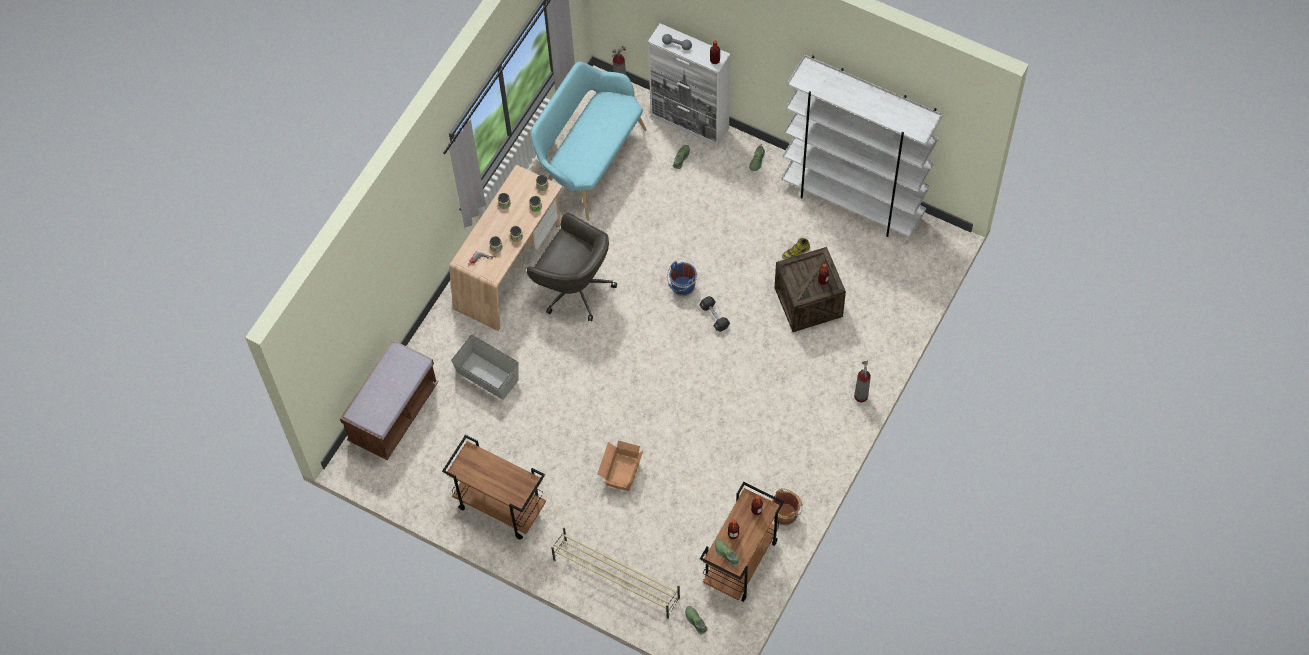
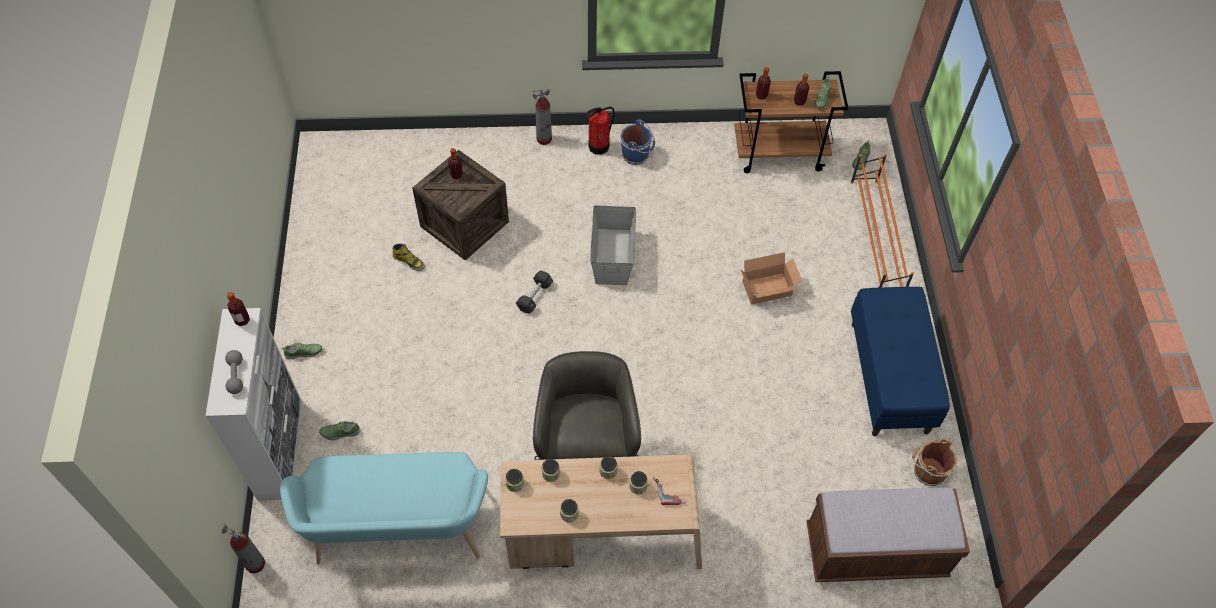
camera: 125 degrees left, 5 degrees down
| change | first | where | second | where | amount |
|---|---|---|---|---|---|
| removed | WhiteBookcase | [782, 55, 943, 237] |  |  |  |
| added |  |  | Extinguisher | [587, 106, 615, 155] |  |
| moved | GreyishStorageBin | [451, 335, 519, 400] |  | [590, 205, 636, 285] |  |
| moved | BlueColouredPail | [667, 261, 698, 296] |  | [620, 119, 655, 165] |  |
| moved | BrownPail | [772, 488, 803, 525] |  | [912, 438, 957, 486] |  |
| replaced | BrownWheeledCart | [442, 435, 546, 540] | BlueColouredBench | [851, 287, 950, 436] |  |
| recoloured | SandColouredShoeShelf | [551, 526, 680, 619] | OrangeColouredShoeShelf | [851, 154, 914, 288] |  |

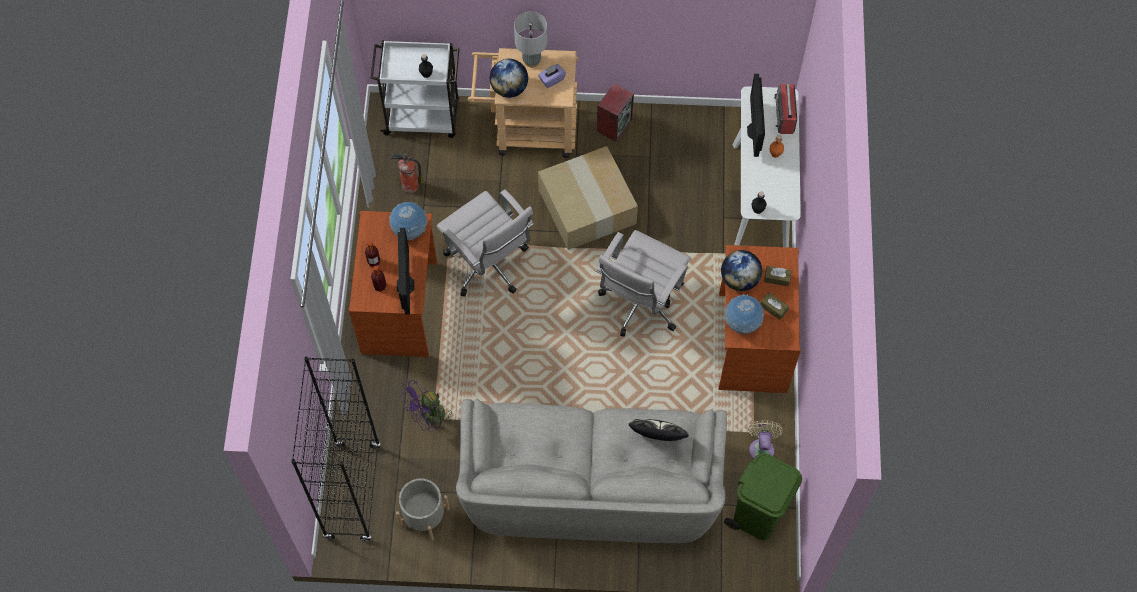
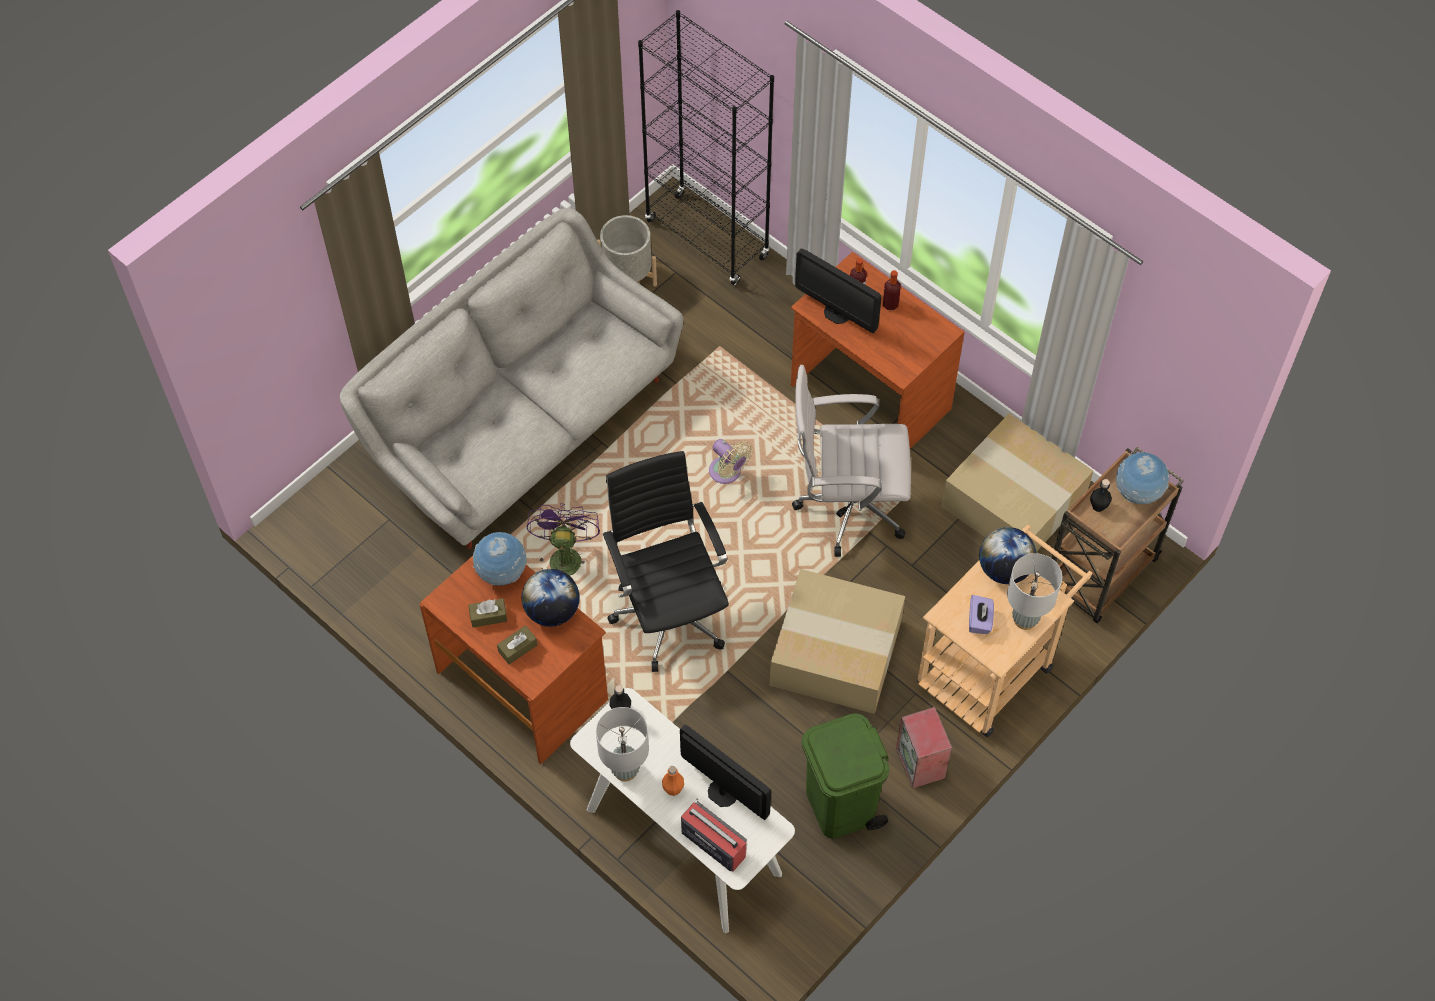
camera: 130 degrees right, 5 degrees down
| change | first | where | second | where | amount |
|---|---|---|---|---|---|
| removed | ThrowPillow | [629, 419, 689, 441] |  |  |  |
| added |  |  | GreyishLampForATable | [596, 707, 649, 782] |  |
| moved | Globe | [389, 202, 428, 240] |  | [1116, 452, 1169, 504] |  |
| moved | PurpleColouredCoolingFan | [400, 380, 452, 432] |  | [527, 503, 600, 576] |  |
| moved | GreenishTrashCan | [724, 453, 802, 540] |  | [801, 713, 890, 839] |  |
| moved | SandColouredCoolingFan | [748, 420, 783, 459] |  | [709, 439, 753, 484] |  |
| replaced | Extinguisher | [390, 153, 423, 193] | Carton | [941, 413, 1093, 552] |  |
| recoloured | WhiteWheeledCart | [371, 40, 460, 138] | BrownWheeledCart | [1052, 447, 1184, 623] |  |
| recoloured | WhiteOfficeChair | [595, 230, 690, 337] | BlackOfficeChair | [602, 451, 729, 672] |  |

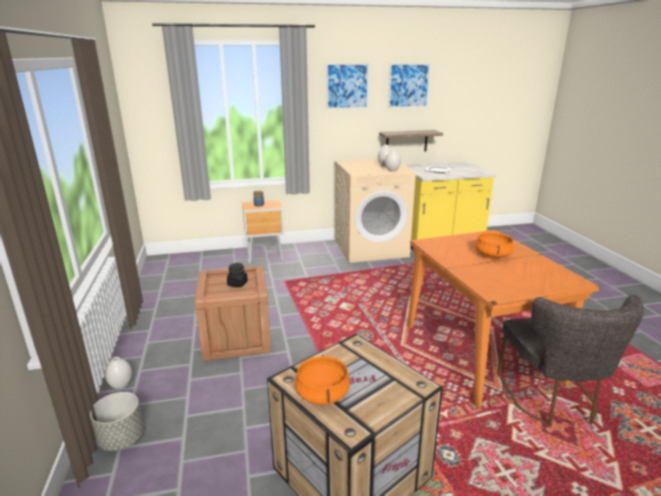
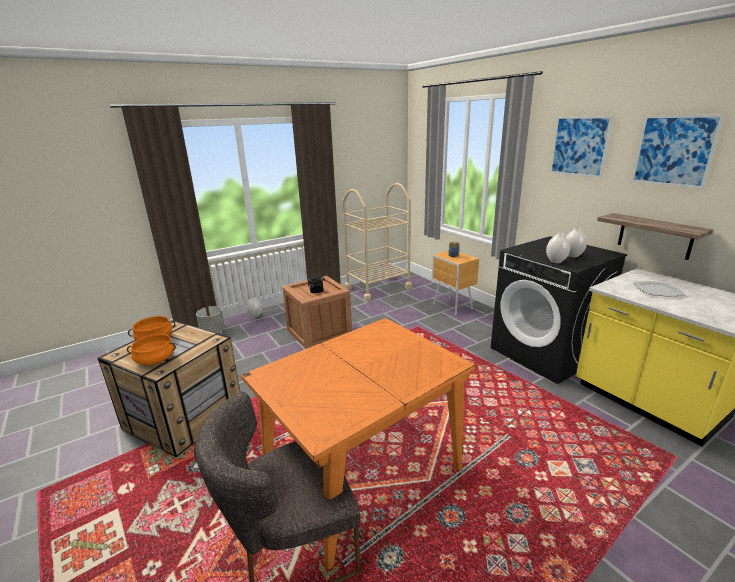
camera: 70 degrees right, 0 degrees up
| change | first | where | second | where | amount |
|---|---|---|---|---|---|
| added |  |  | SandColouredWheeledCart | [343, 183, 412, 301] |  |
| moved | OrangeColouredSaucepot | [475, 232, 514, 258] |  | [127, 334, 176, 365] |  |
| recoloured | SandColouredLaundryMachine | [335, 159, 416, 263] | BlackLaundryMachine | [491, 236, 627, 384] |  |

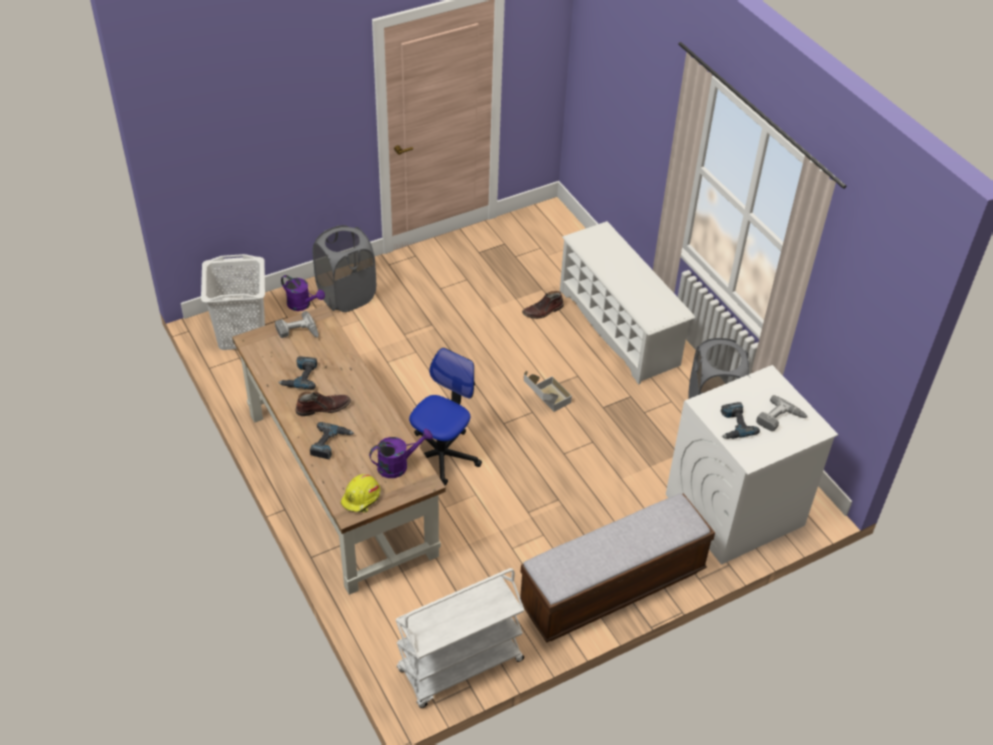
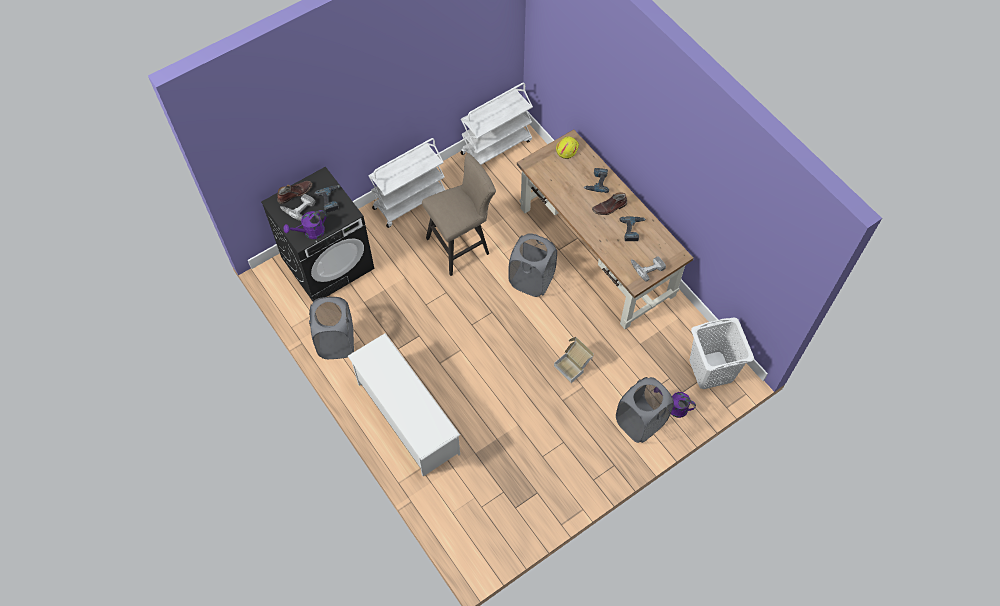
camera: 175 degrees right, 15 degrees up
| change | first | where | second | where | amount |
|---|---|---|---|---|---|
| added |  |  | SandColouredStool | [422, 153, 496, 276] |  |
| moved | PurpleColouredSprinklingCan | [369, 429, 433, 478] |  | [284, 210, 327, 239] |  |
| moved | BrownBoot | [522, 291, 564, 319] |  | [277, 181, 312, 204] |  |
| moved | Carton | [524, 371, 572, 412] |  | [554, 337, 594, 383] |  |
| replaced | OfficeChair | [409, 348, 482, 485] | GreyishWashingBasket | [508, 233, 557, 297] |  |
| replaced | Bench | [520, 493, 715, 643] | WhiteWheeledCart | [369, 138, 445, 228] |  |
| recoloured | WhiteLaundryMachine | [666, 365, 838, 565] | BlackLaundryMachine | [261, 166, 374, 302] |  |

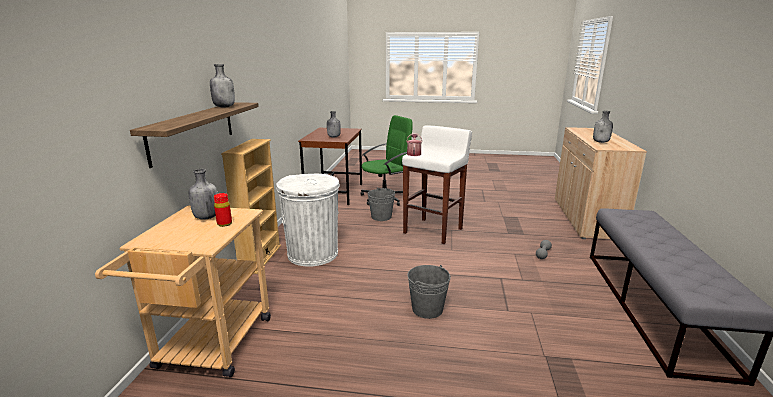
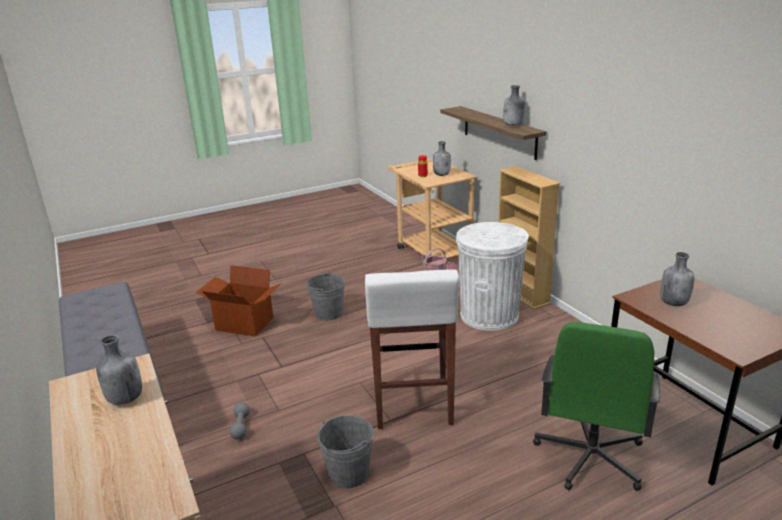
camera: 145 degrees right, 5 degrees up
| change | first | where | second | where | amount |
|---|---|---|---|---|---|
| added |  |  | Carton | [195, 265, 282, 337] |  |
| moved | GreyishPail | [368, 187, 395, 221] |  | [317, 415, 374, 488] |  |

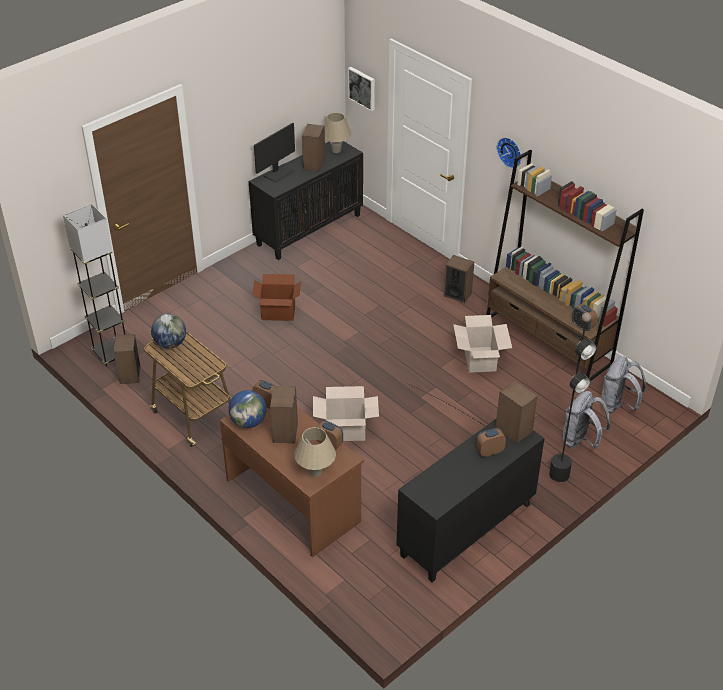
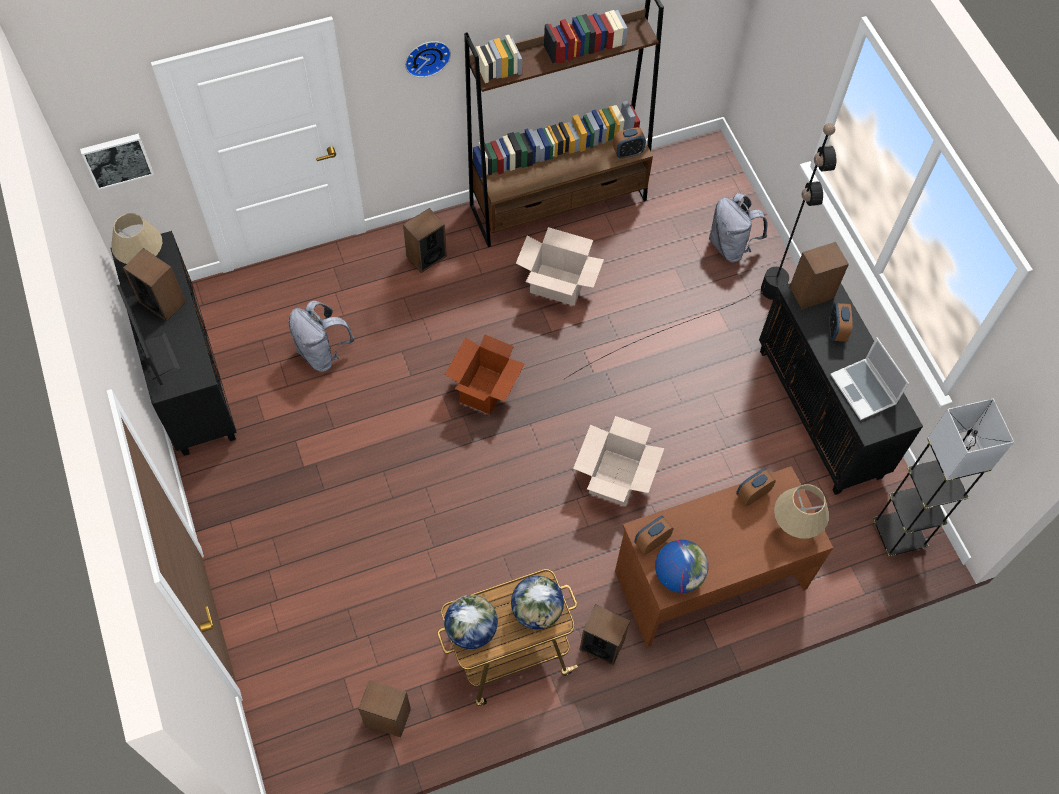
camera: 70 degrees left, 20 degrees up
| change | first | where | second | where | amount |
|---|---|---|---|---|---|
| added |  |  | Globe | [511, 576, 564, 629] |  |
| added |  |  | Laptop | [830, 337, 909, 420] |  |
| moved | GreyishStandingLamp | [63, 204, 125, 367] |  | [873, 399, 1014, 557] |  |
| moved | Carton | [252, 274, 301, 321] |  | [445, 334, 525, 414] |  |
| moved | Speaker | [270, 386, 298, 443] |  | [579, 604, 630, 665] |  |
| moved | GreyishKnapsack | [601, 356, 646, 413] |  | [289, 301, 354, 372] |  |

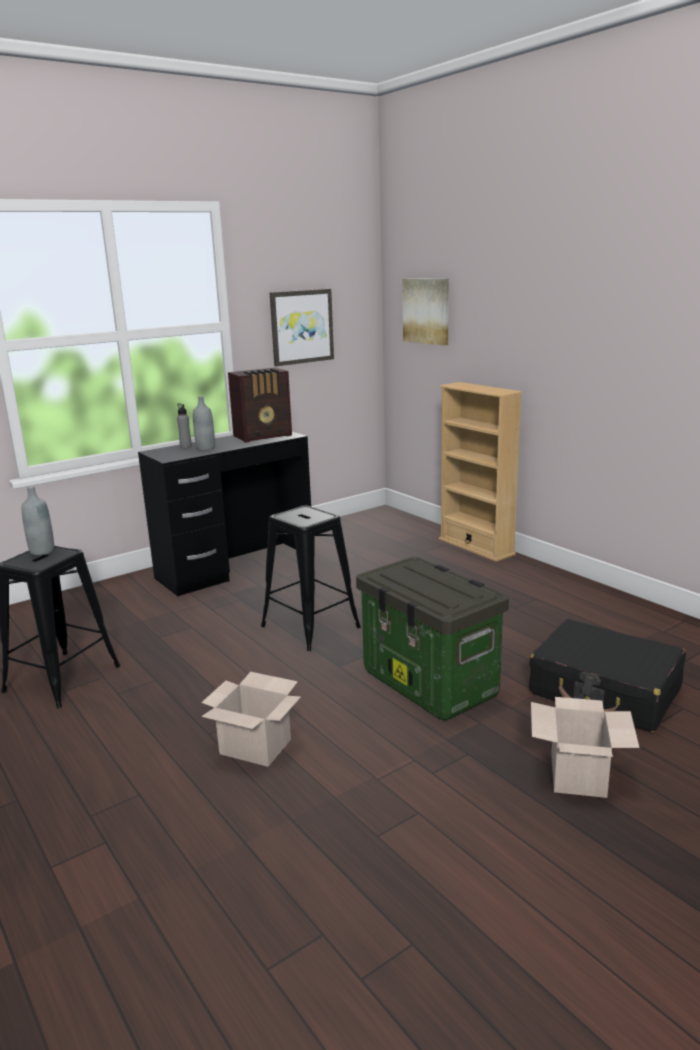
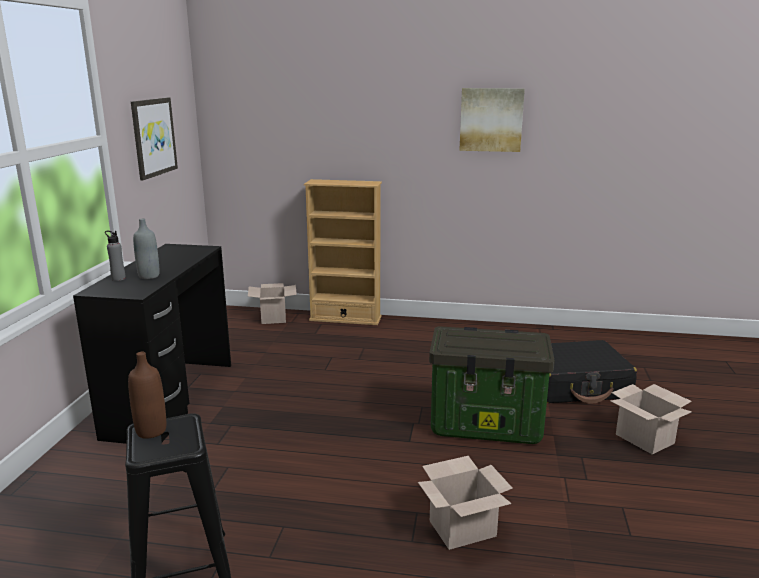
camera: 45 degrees left, 0 degrees up
| change | first | where | second | where | amount |
|---|---|---|---|---|---|
| removed | RadioSet | [228, 368, 292, 443] |  |  |  |
| removed | BlackStool | [261, 506, 361, 651] |  |  |  |
| added |  |  | Carton | [248, 283, 297, 324] |  |
| moved | Picture | [402, 279, 449, 345] |  | [459, 88, 525, 152] |  |
| recoloured | GreyishDrinkBottle | [22, 486, 54, 555] | BrownDrinkBottle | [128, 352, 166, 439] |  |

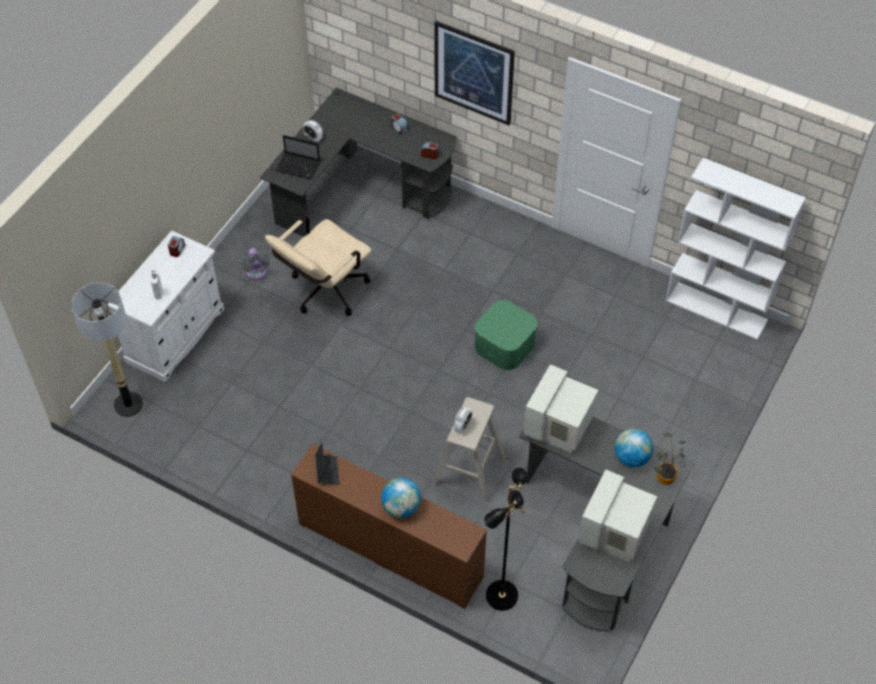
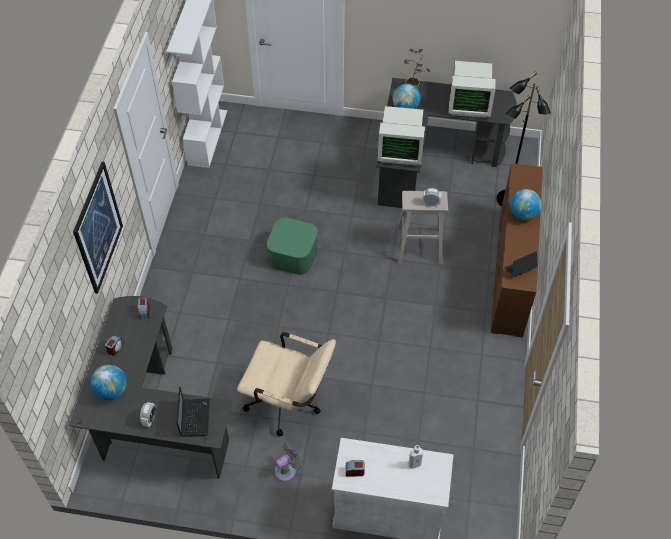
camera: 110 degrees left, 0 degrees up
| change | first | where | second | where | amount |
|---|---|---|---|---|---|
| removed | StandingLamp | [71, 283, 143, 417] |  |  |  |
| added |  |  | Globe | [90, 365, 127, 400] |  |

